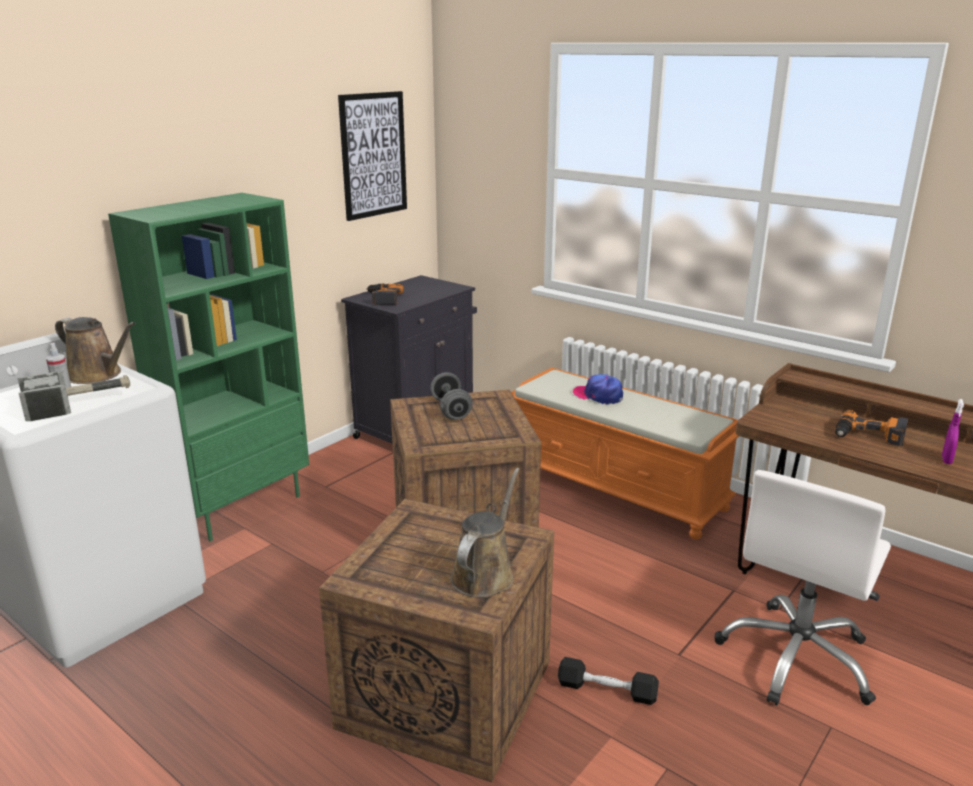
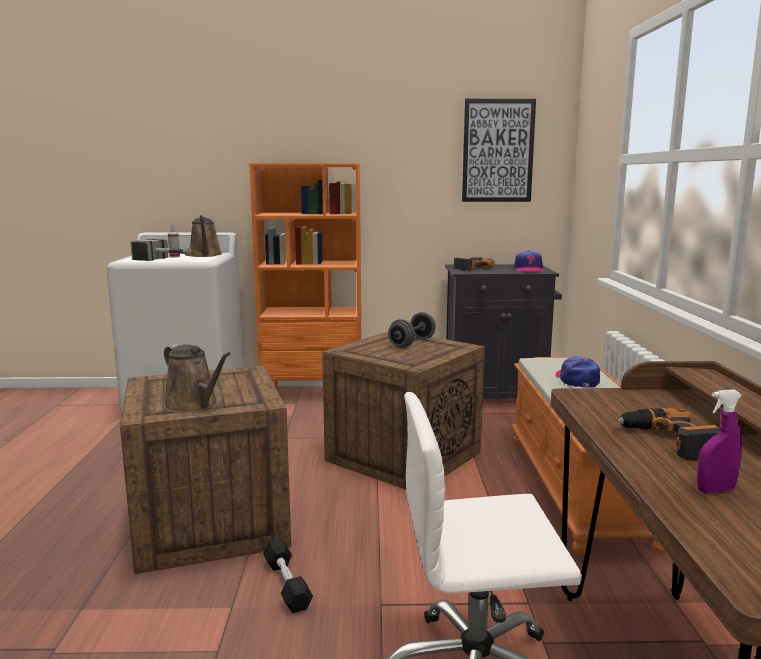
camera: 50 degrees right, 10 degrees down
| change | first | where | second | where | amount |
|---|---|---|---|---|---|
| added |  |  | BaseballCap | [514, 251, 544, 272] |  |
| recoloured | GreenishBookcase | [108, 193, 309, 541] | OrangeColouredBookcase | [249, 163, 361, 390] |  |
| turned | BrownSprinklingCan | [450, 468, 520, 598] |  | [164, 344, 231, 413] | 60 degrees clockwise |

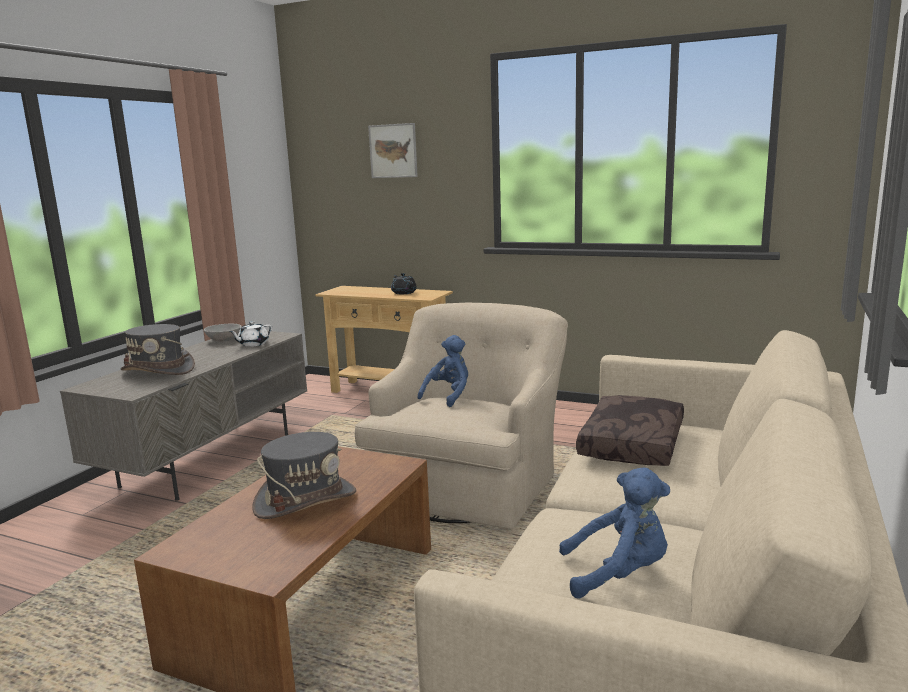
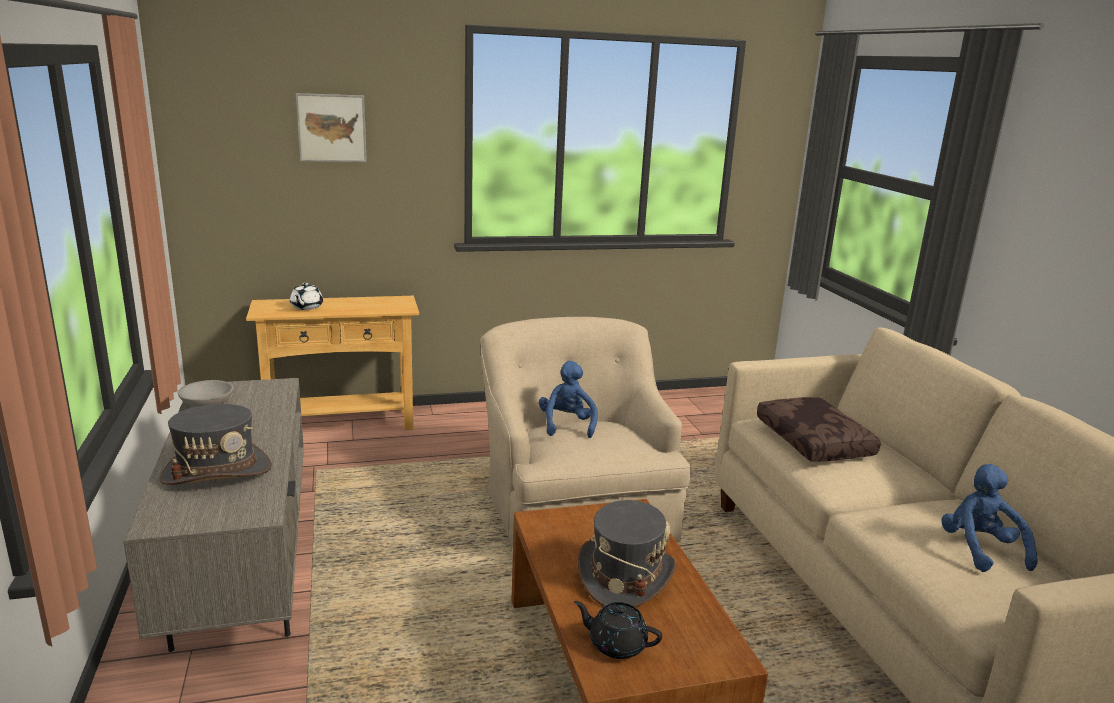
camera: 40 degrees left, 5 degrees up
| change | first | where | second | where | amount |
|---|---|---|---|---|---|
| moved | WhiteTeapot | [229, 321, 272, 347] |  | [290, 283, 323, 310] |  |
| moved | BlackTeapot | [391, 273, 417, 294] |  | [574, 601, 662, 659] |  |
| turned | BlueColouredCuddlyToy | [559, 468, 670, 599] |  | [941, 464, 1038, 572] | 60 degrees counterclockwise |

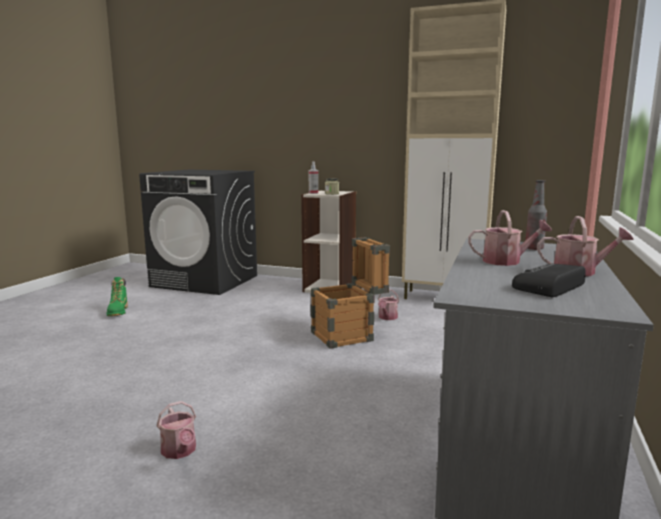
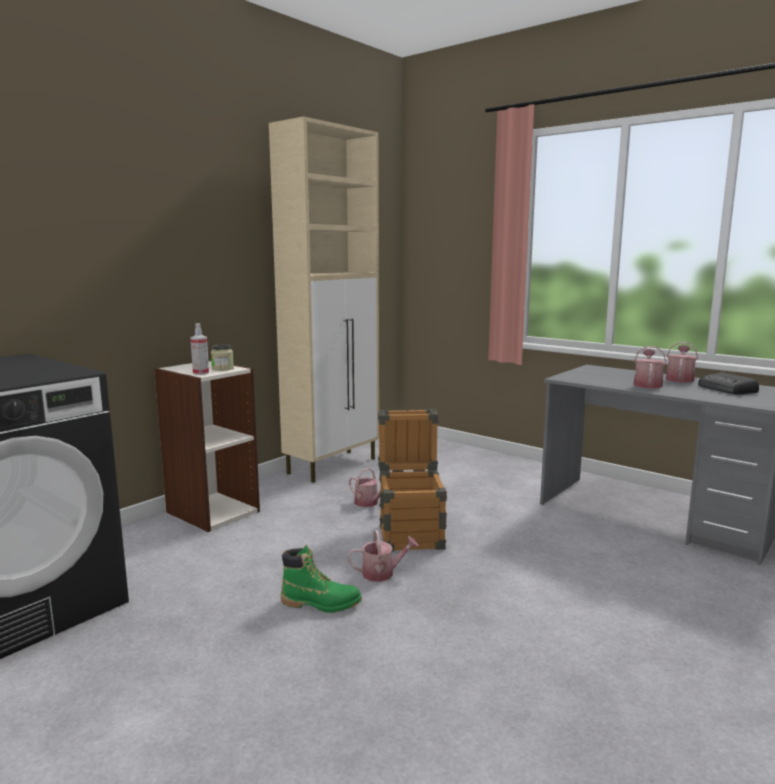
camera: 70 degrees left, 0 degrees up
| change | first | where | second | where | amount |
|---|---|---|---|---|---|
| removed | DrinkBottle | [525, 180, 547, 250] |  |  |  |
| moved | GreenishBoot | [107, 277, 128, 316] |  | [281, 545, 362, 613] |  |
| moved | SprinklingCan | [156, 401, 196, 459] |  | [347, 530, 419, 582] |  |

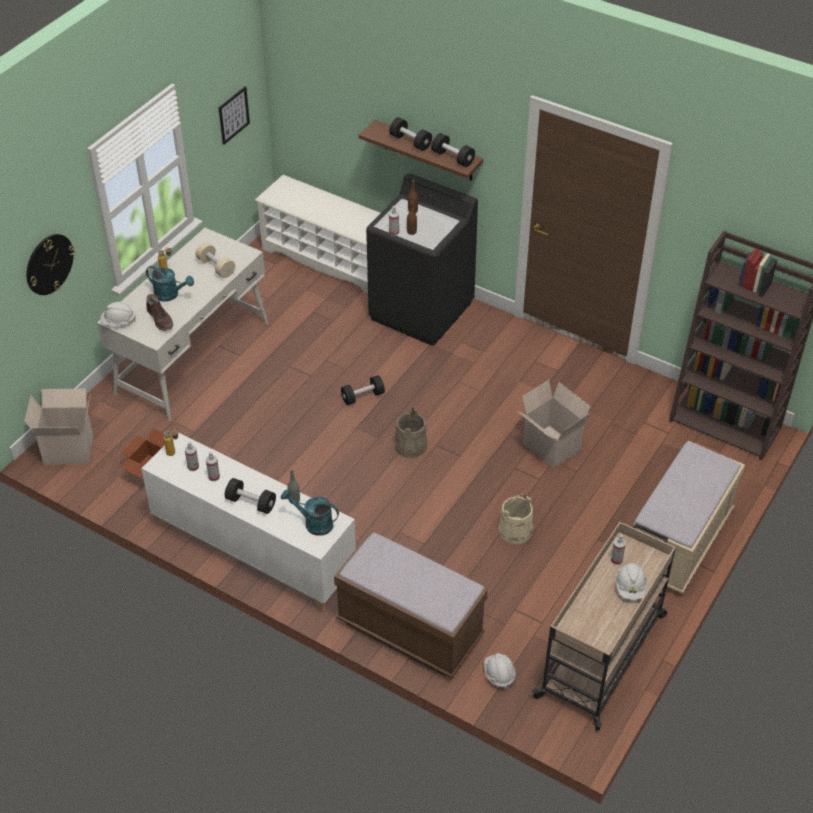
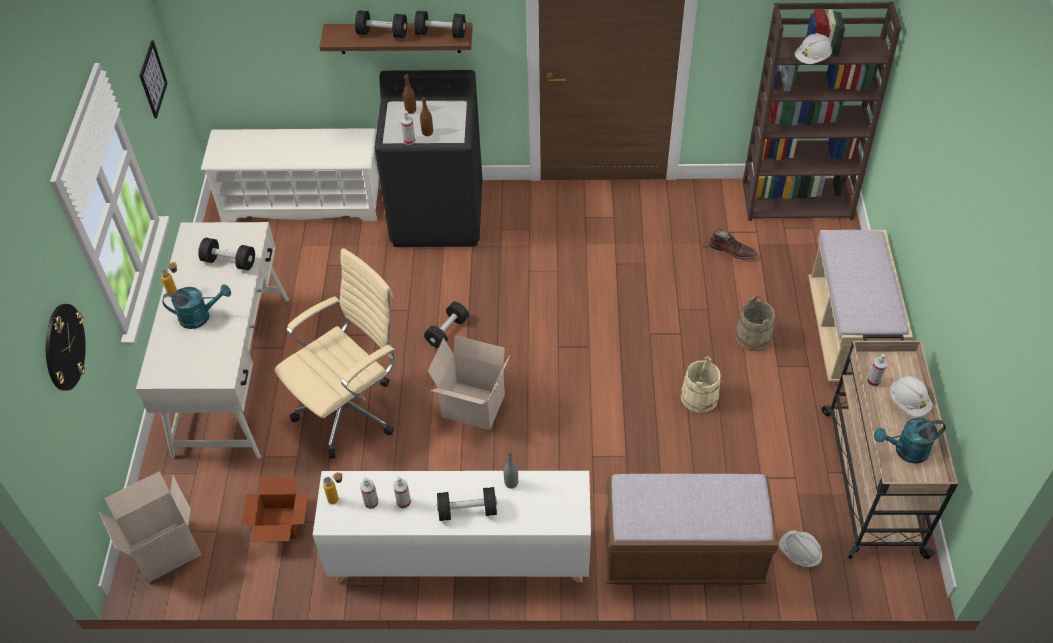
camera: 30 degrees left, 5 degrees up
| change | first | where | second | where | amount |
|---|---|---|---|---|---|
| added |  |  | SandColouredOfficeChair | [274, 248, 395, 459] |  |
| moved | WhiteSafetyHelmet | [100, 302, 136, 326] |  | [795, 33, 832, 64] |  |
| moved | BrownBoot | [146, 294, 173, 331] |  | [709, 229, 757, 260] |  |
| moved | BlueGreenSprinklingCan | [281, 489, 339, 536] |  | [874, 417, 946, 464] |  |
| moved | SandColouredPail | [395, 407, 427, 458] |  | [735, 295, 775, 351] |  |
| moved | Carton | [517, 380, 591, 469] |  | [428, 335, 510, 430] |  |
| recoloured | SandColouredFreeWeight | [195, 242, 235, 278] | BlackFreeWeight | [198, 238, 255, 270] |  |

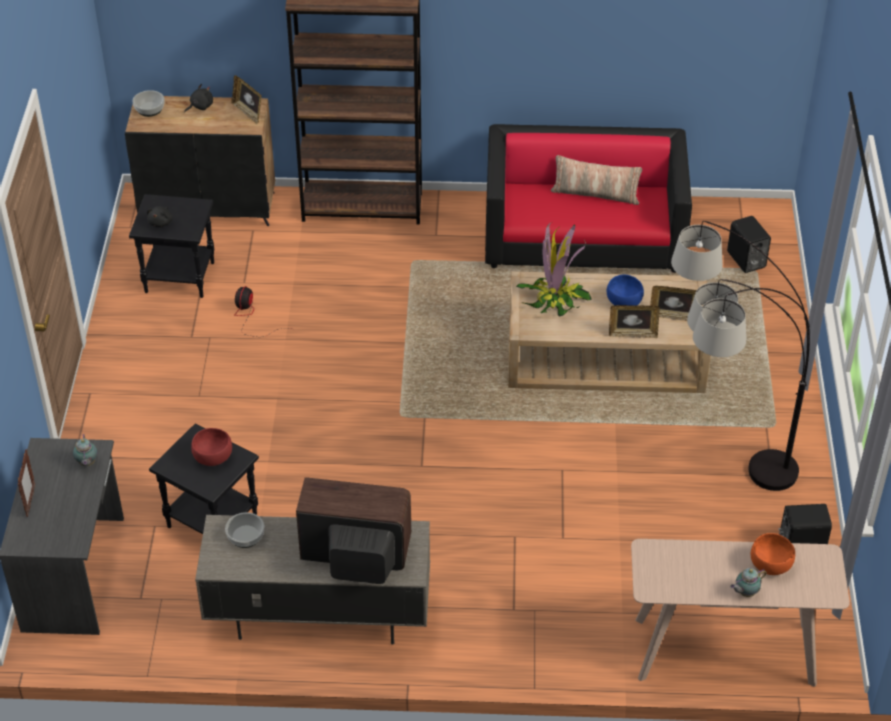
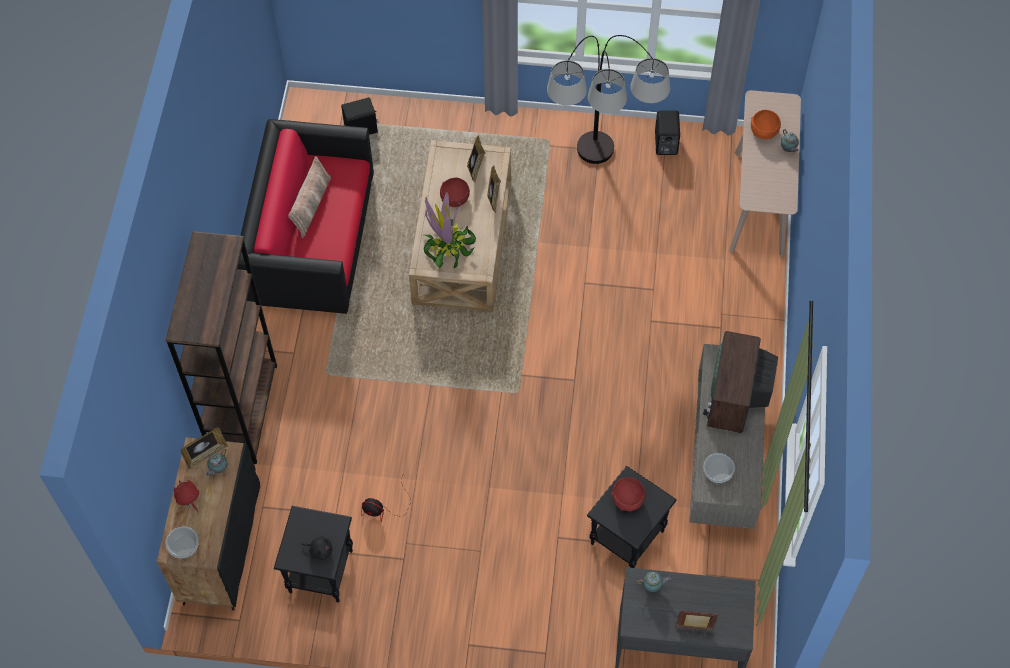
camera: 85 degrees left, 15 degrees up
| change | first | where | second | where | amount |
|---|---|---|---|---|---|
| added |  |  | Teapot | [206, 449, 228, 476] |  |
| recoloured | BlackCuddlyToy | [184, 84, 213, 113] | RedCuddlyToy | [174, 480, 199, 512] |  |
| recoloured | BlueColouredBowl | [607, 275, 644, 306] | RedBowl | [440, 177, 470, 207] |  |

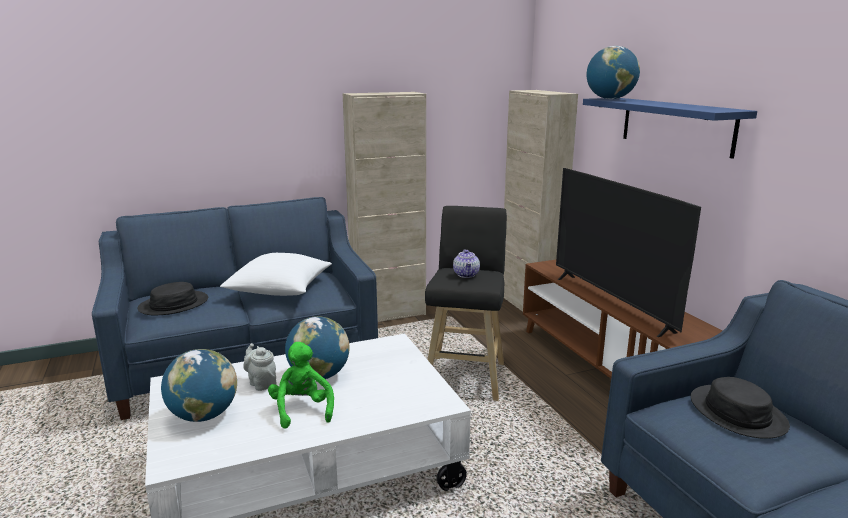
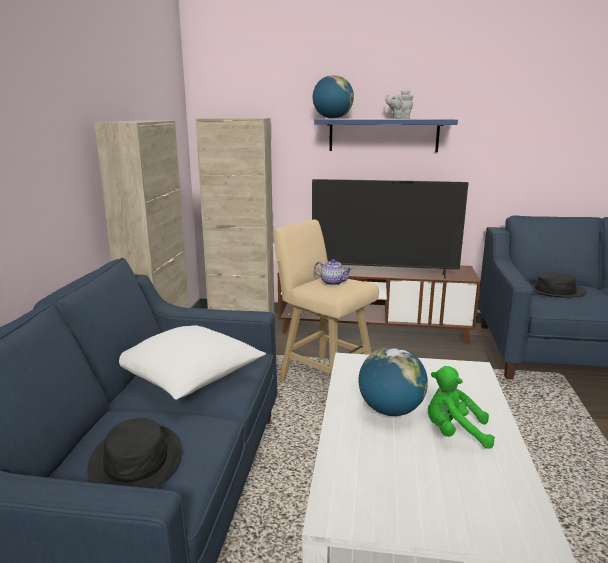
camera: 60 degrees left, 0 degrees up
| change | first | where | second | where | amount |
|---|---|---|---|---|---|
| removed | Globe | [161, 349, 237, 422] |  |  |  |
| moved | GreyishTeapot | [243, 343, 277, 391] |  | [385, 90, 413, 119] |  |
| recoloured | BlackStool | [425, 206, 507, 401] | SandColouredStool | [273, 220, 379, 382] |  |

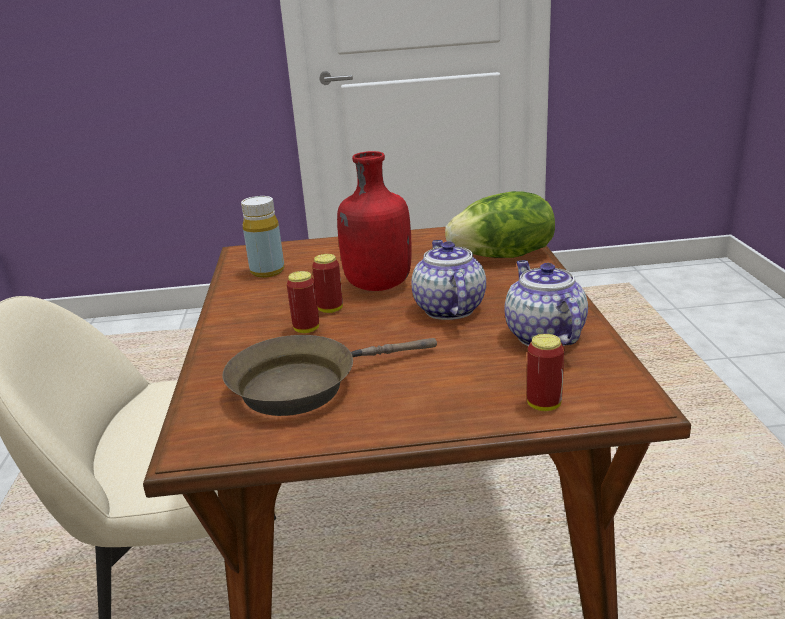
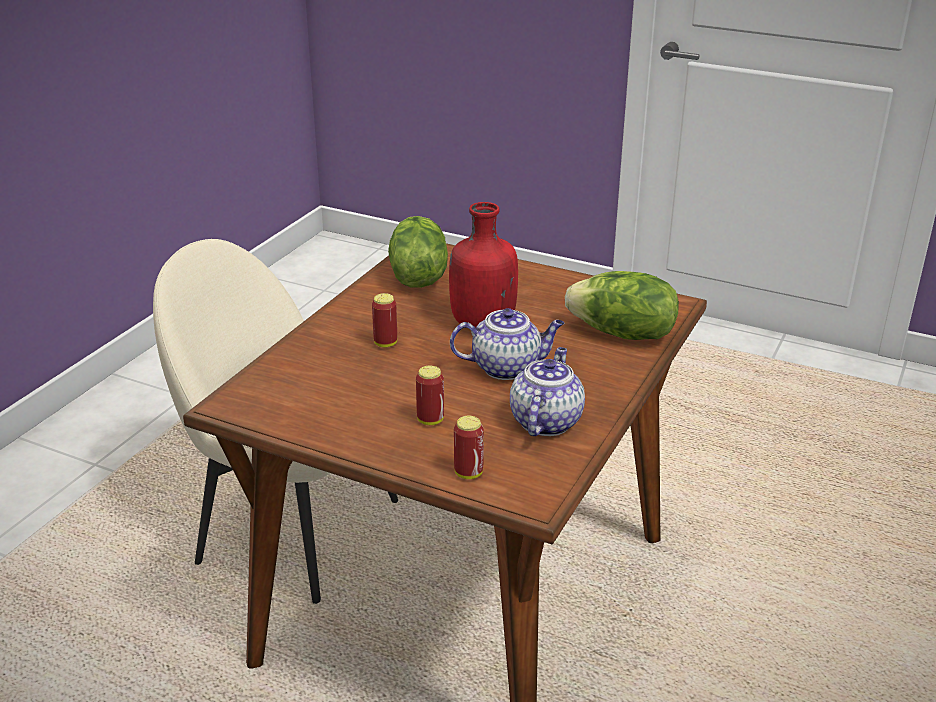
camera: 30 degrees right, 5 degrees up
| change | first | where | second | where | amount |
|---|---|---|---|---|---|
| removed | BrownPan | [222, 335, 437, 416] |  |  |  |
| moved | MetalCan | [312, 254, 343, 313] |  | [416, 366, 444, 425] |  |
| replaced | YellowishDrinkBottle | [241, 196, 284, 278] | LettuceHead | [388, 216, 448, 288] |  |
| turned | Teapot | [411, 240, 486, 320] |  | [450, 308, 564, 380] | 60 degrees clockwise |

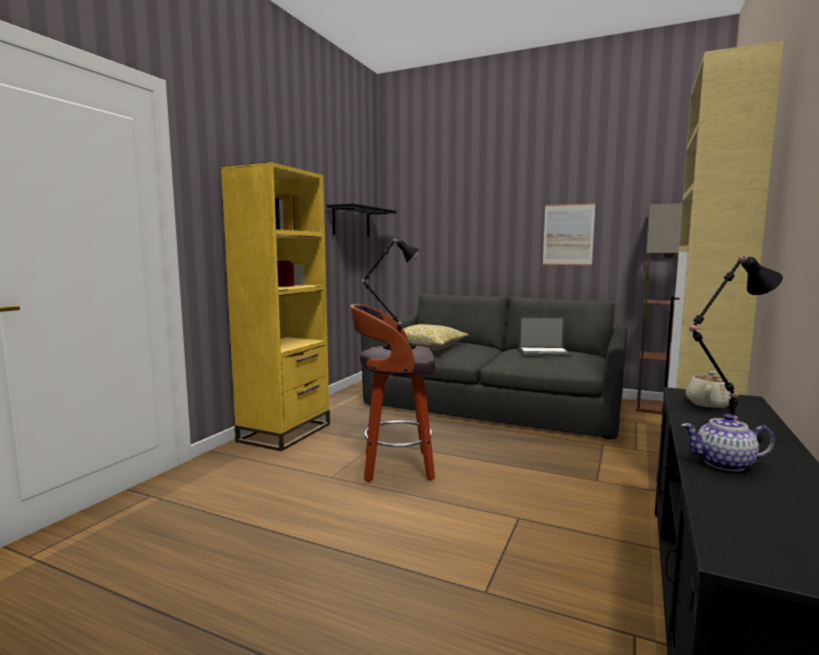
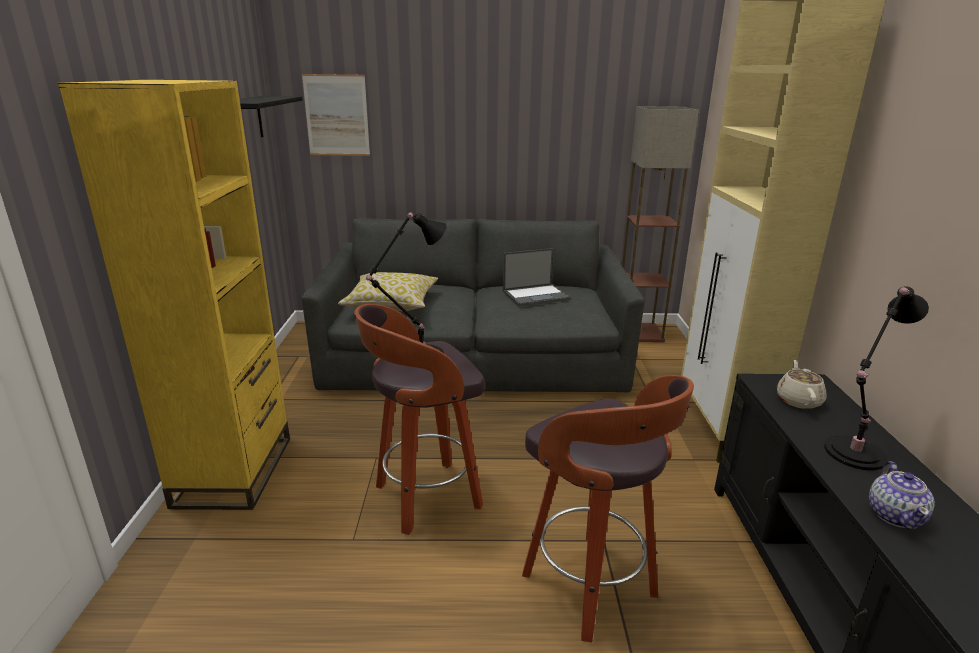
camera: 25 degrees left, 15 degrees up
| change | first | where | second | where | amount |
|---|---|---|---|---|---|
| added |  |  | Stool | [522, 375, 694, 642] |  |
| moved | Picture | [543, 203, 595, 265] |  | [302, 74, 370, 156] |  |
| turned | Teapot | [681, 414, 775, 471] |  | [869, 461, 935, 530] | 60 degrees counterclockwise |

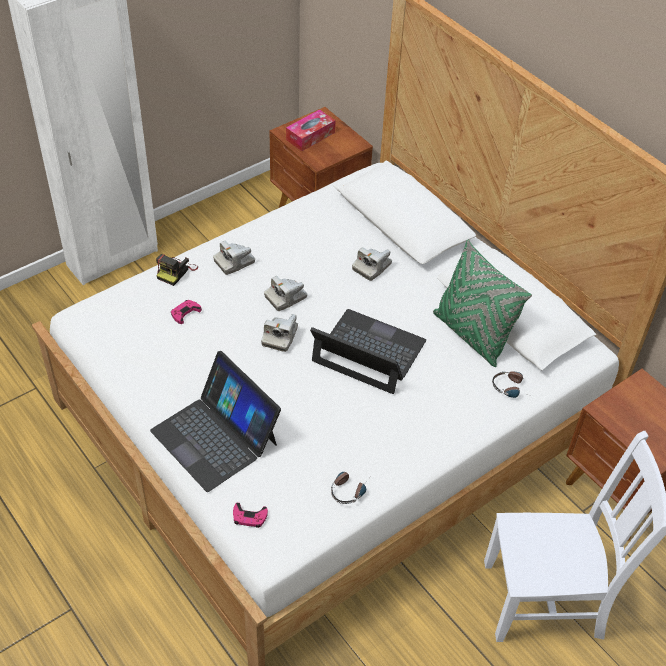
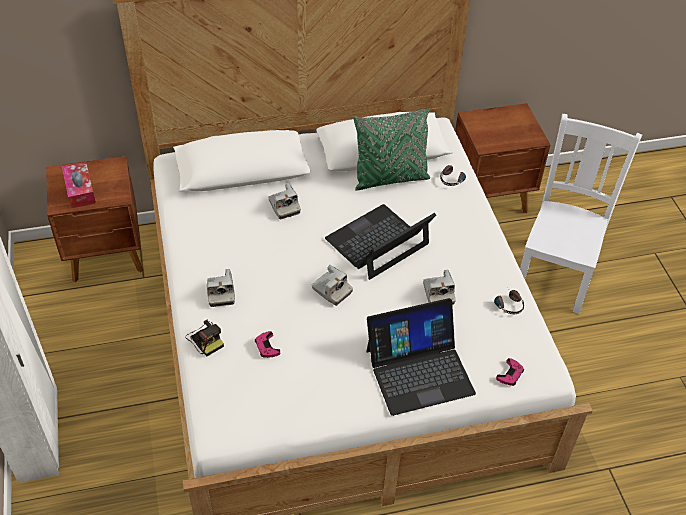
camera: 65 degrees left, 0 degrees up
| change | first | where | second | where | amount |
|---|---|---|---|---|---|
| moved | PhotoCamera | [264, 276, 307, 311] |  | [423, 269, 456, 305] |  |

